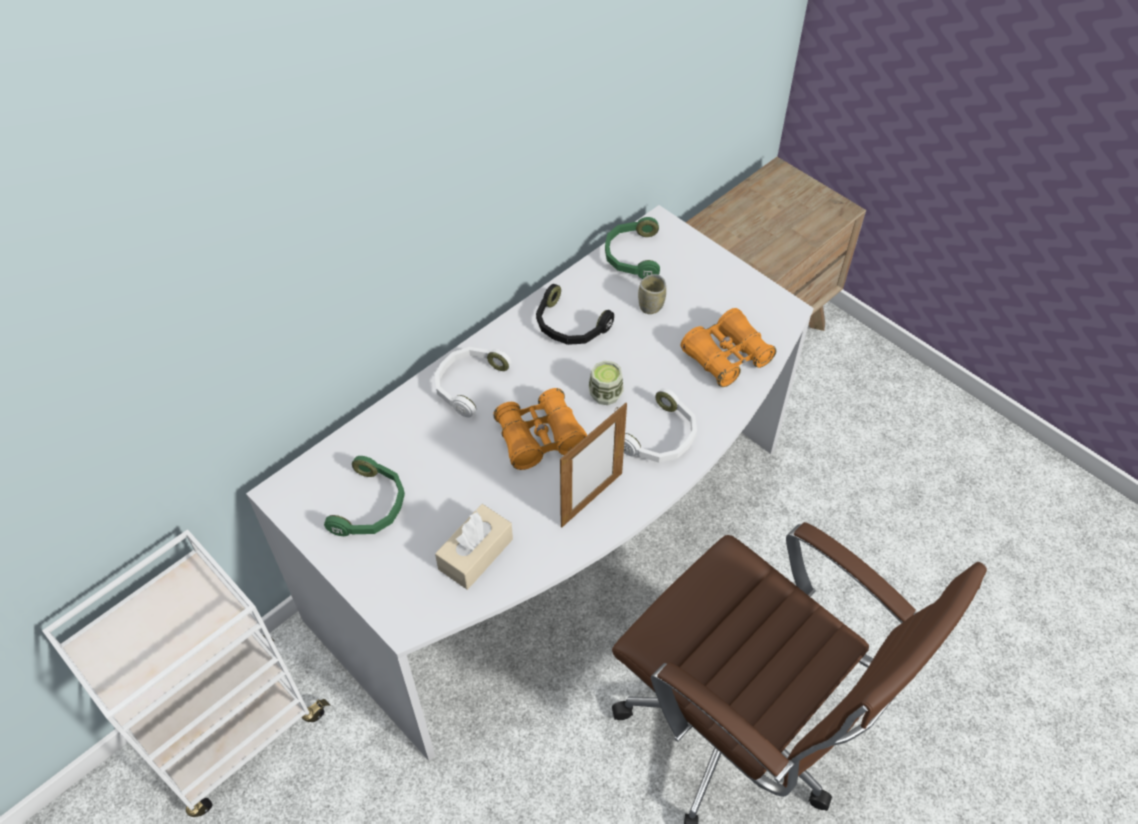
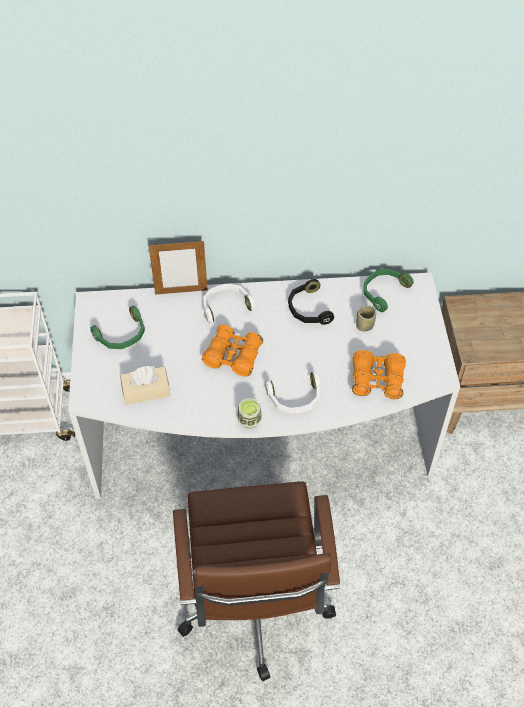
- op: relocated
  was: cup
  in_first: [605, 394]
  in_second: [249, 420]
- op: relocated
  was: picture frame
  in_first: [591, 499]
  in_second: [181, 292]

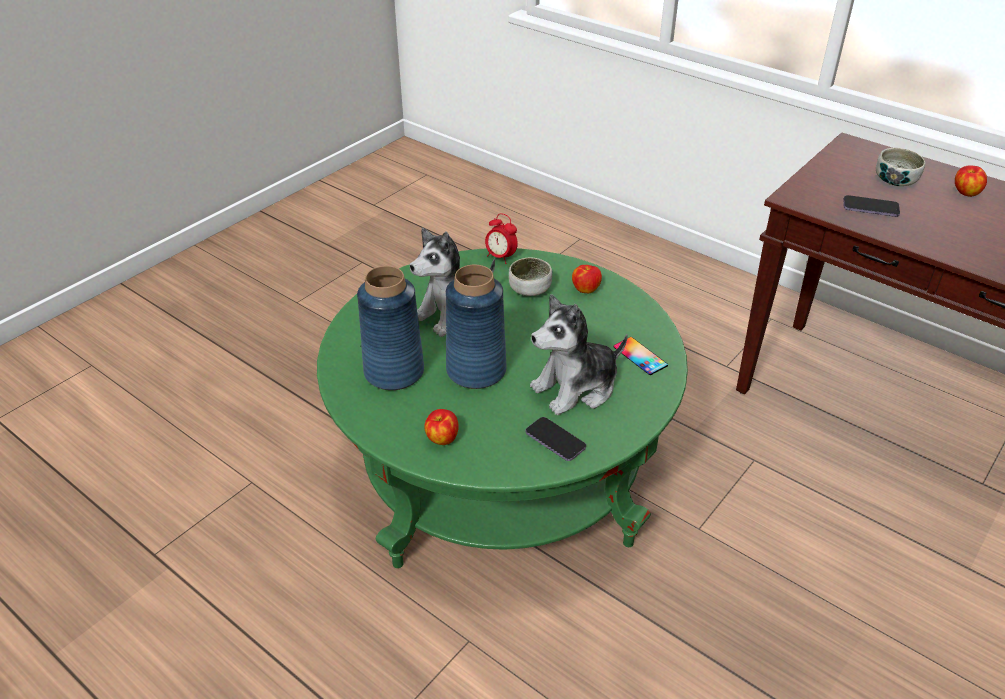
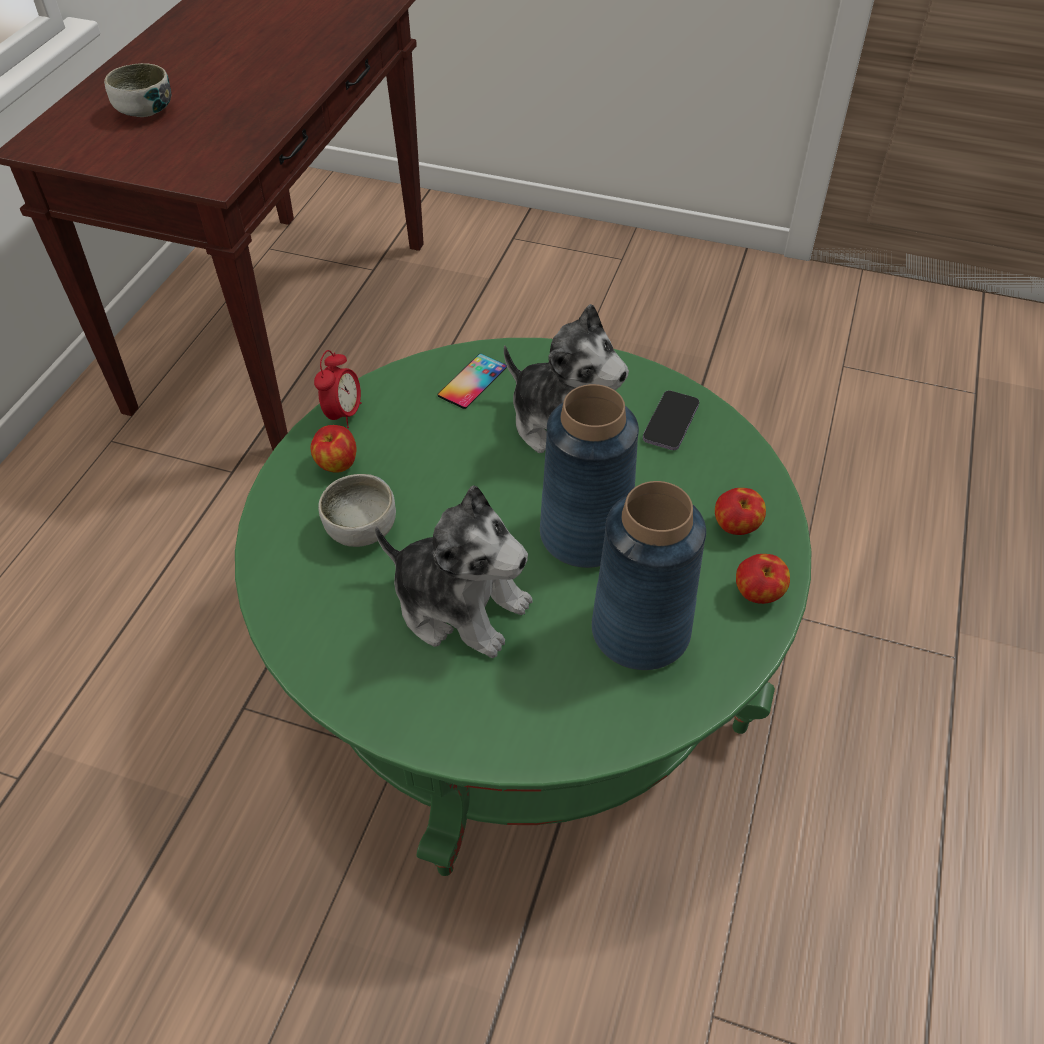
- op: relocated
  was: apple fruit
  in_first: [965, 193]
  in_second: [758, 594]
- op: missing
  was: phone
  in_first: [870, 208]
- op: relocated
  was: table clock
  in_first: [500, 257]
  in_second: [343, 414]

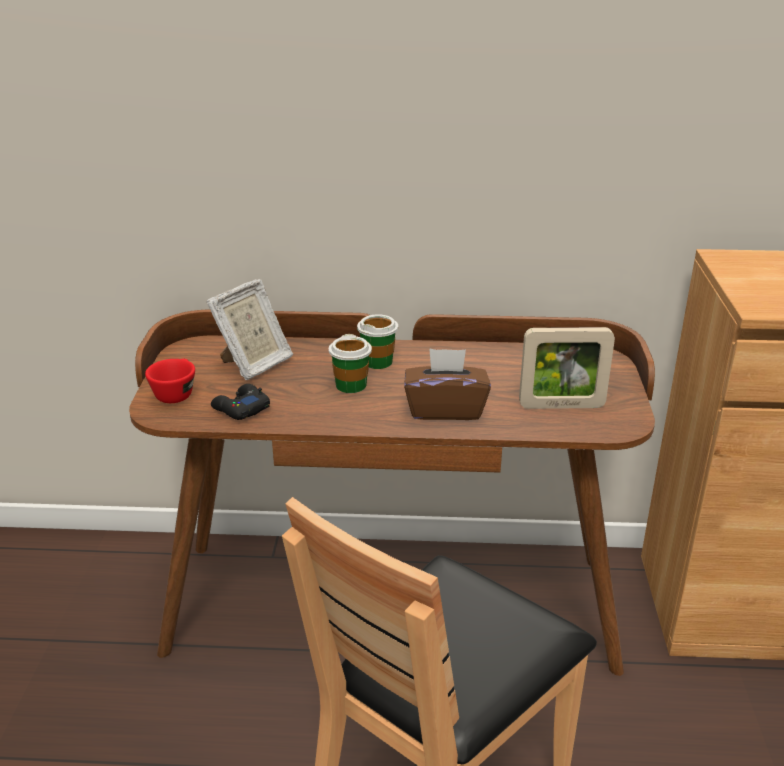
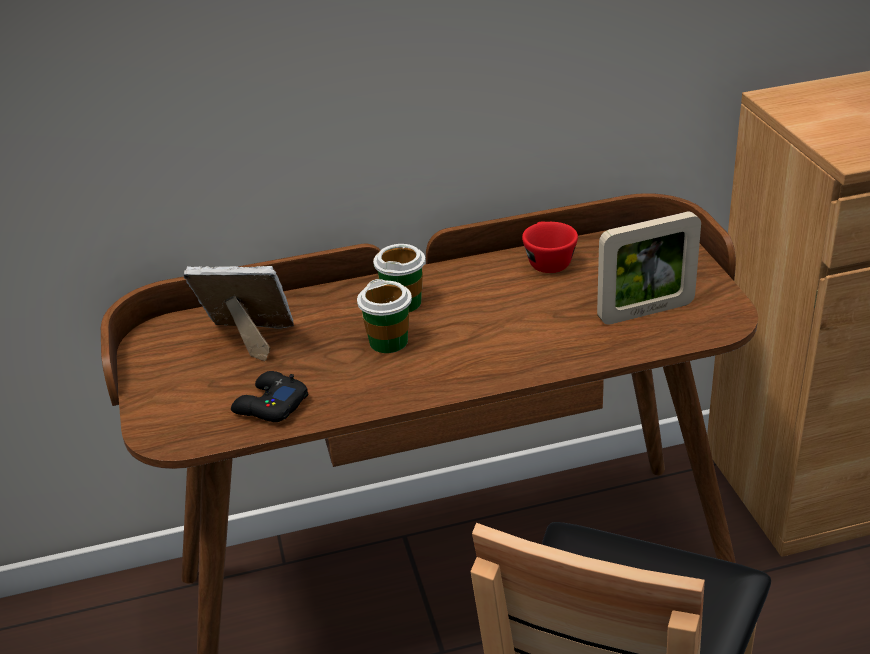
- op: spun
  was: picture frame
  in_first: [254, 364]
  in_second: [251, 341]
  clockwise: -105
- op: missing
  was: brownish tissue box
  in_first: [445, 409]
- op: relocated
  was: reddish cup
  in_first: [175, 393]
  in_second: [547, 261]

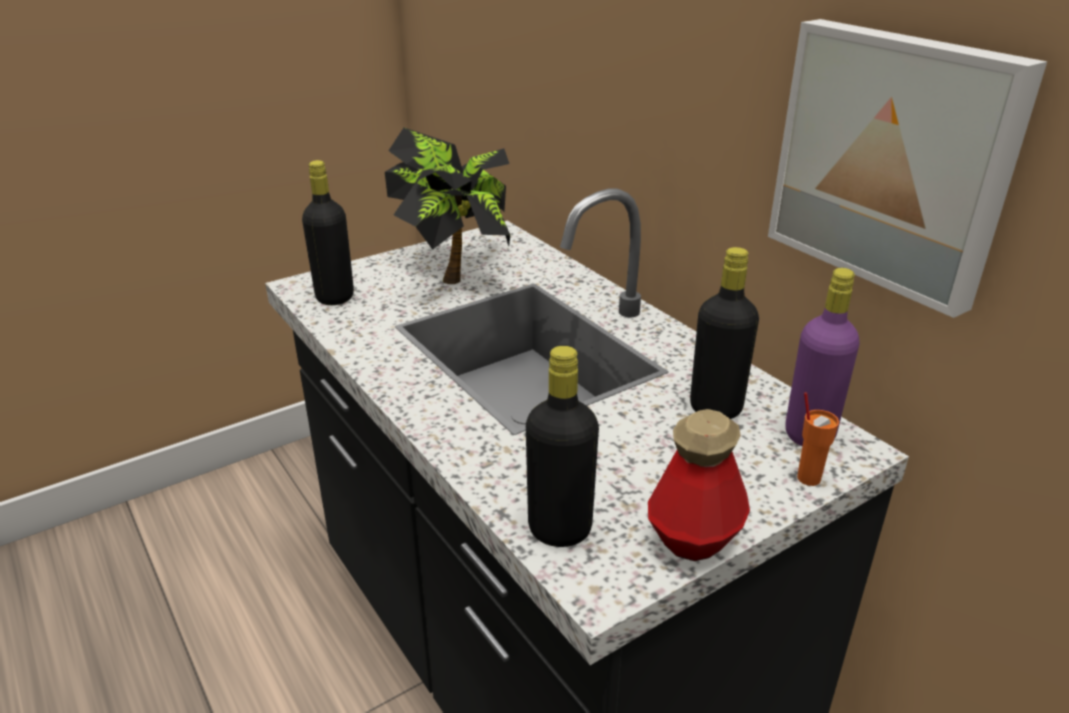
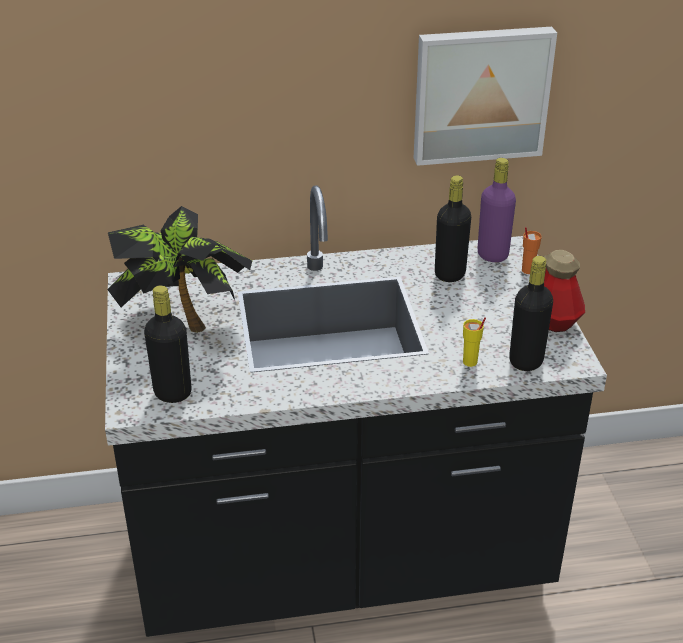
- op: appeared
  now: yellowish cup
  in_second: [470, 362]

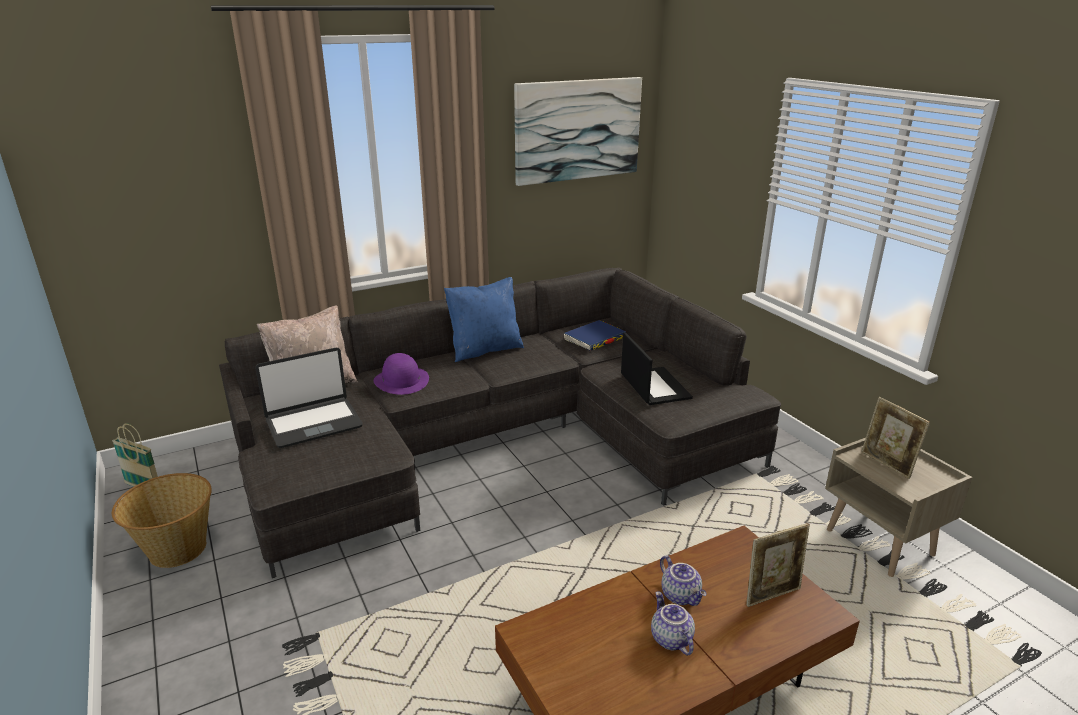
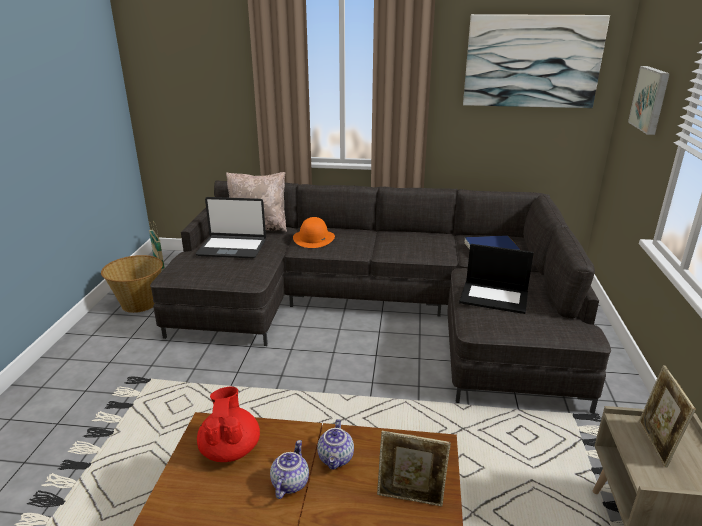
- op: missing
  was: blue-coloured pillow
  in_first: [485, 350]
- op: spun
  was: laptop
  in_first: [654, 386]
  in_second: [495, 297]
  clockwise: 90
- op: colour
  was: purple-coloured hat
  now: orangey hat
  in_first: [401, 381]
  in_second: [314, 238]
- op: appeared
  now: picture
  in_second: [651, 99]
- op: appeared
  now: reddish teapot
  in_second: [230, 449]

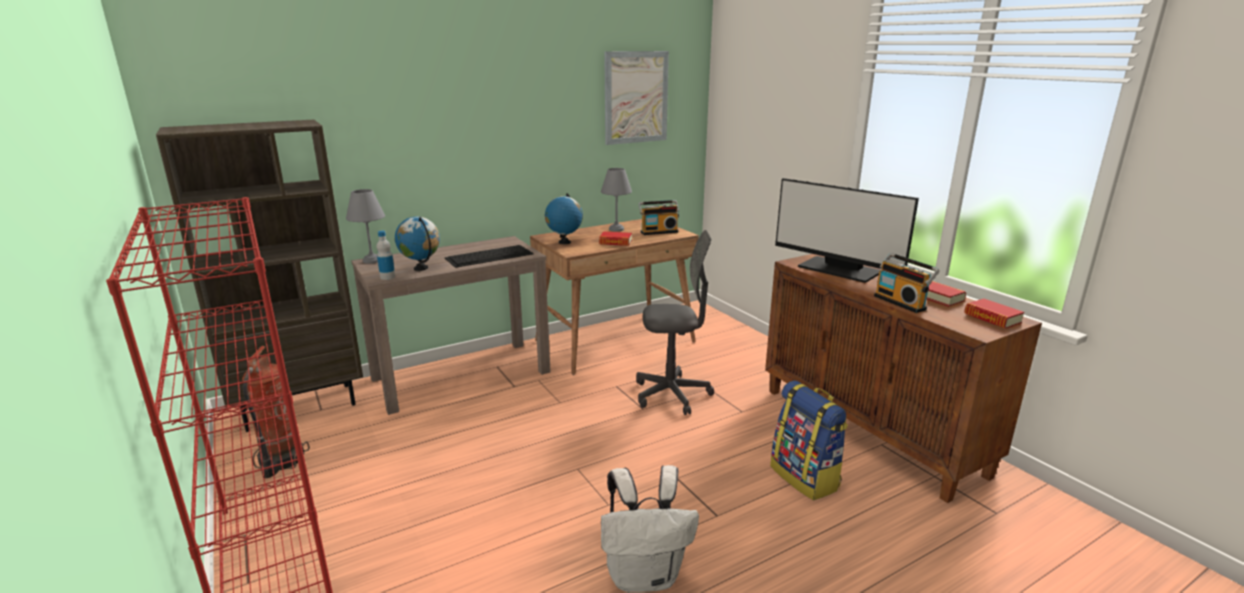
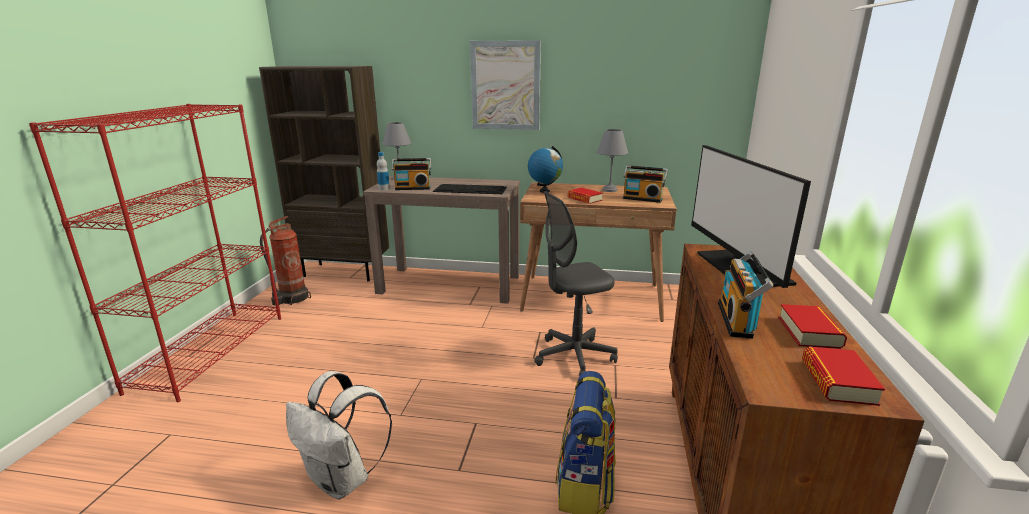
- op: relocated
  was: picture
  in_first: [636, 97]
  in_second: [505, 86]
- op: exchanged
  was: world globe
  now: radio receiver
  in_first: [421, 268]
  in_second: [413, 188]
- op: spun
  was: grey desk chair
  in_first: [672, 394]
  in_second: [574, 356]
  clockwise: 120

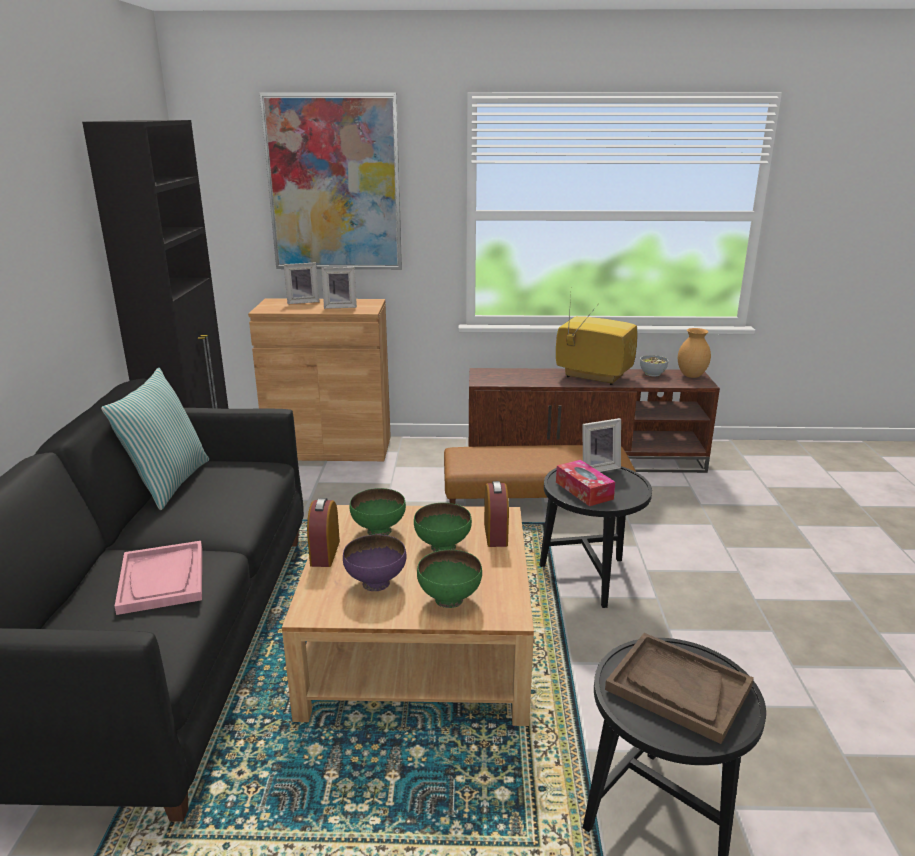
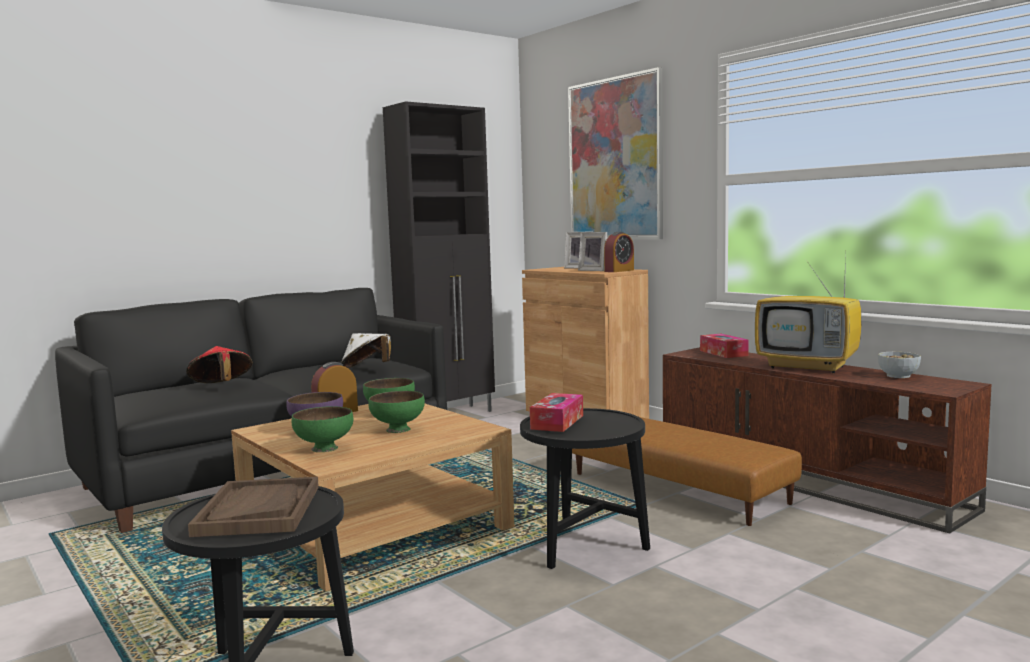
- op: spun
  was: TV set
  in_first: [591, 377]
  in_second: [809, 367]
  clockwise: 135
- op: missing
  was: brownish decorative vase
  in_first: [692, 376]
- op: missing
  was: pillow
  in_first: [168, 483]
- op: missing
  was: picture frame
  in_first: [597, 468]
- op: relocated
  was: table clock
  in_first: [495, 534]
  in_second: [619, 271]
- op: exchanged
  was: pink-coloured tray
  now: reddish hat
  in_first: [162, 579]
  in_second: [221, 386]
- op: appeared
  now: white hat
  in_second: [366, 369]
- op: appeared
  now: tissue box
  in_second: [723, 353]

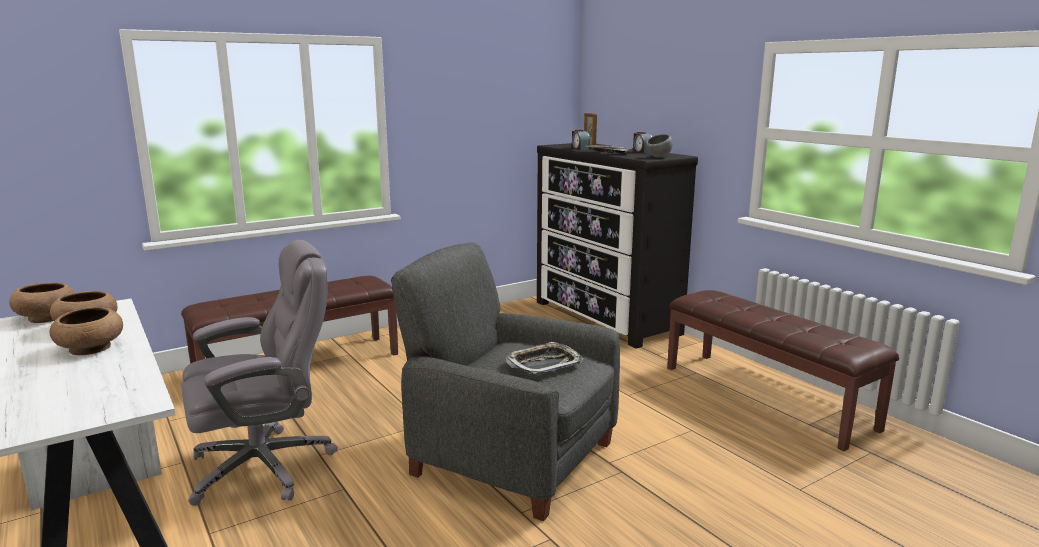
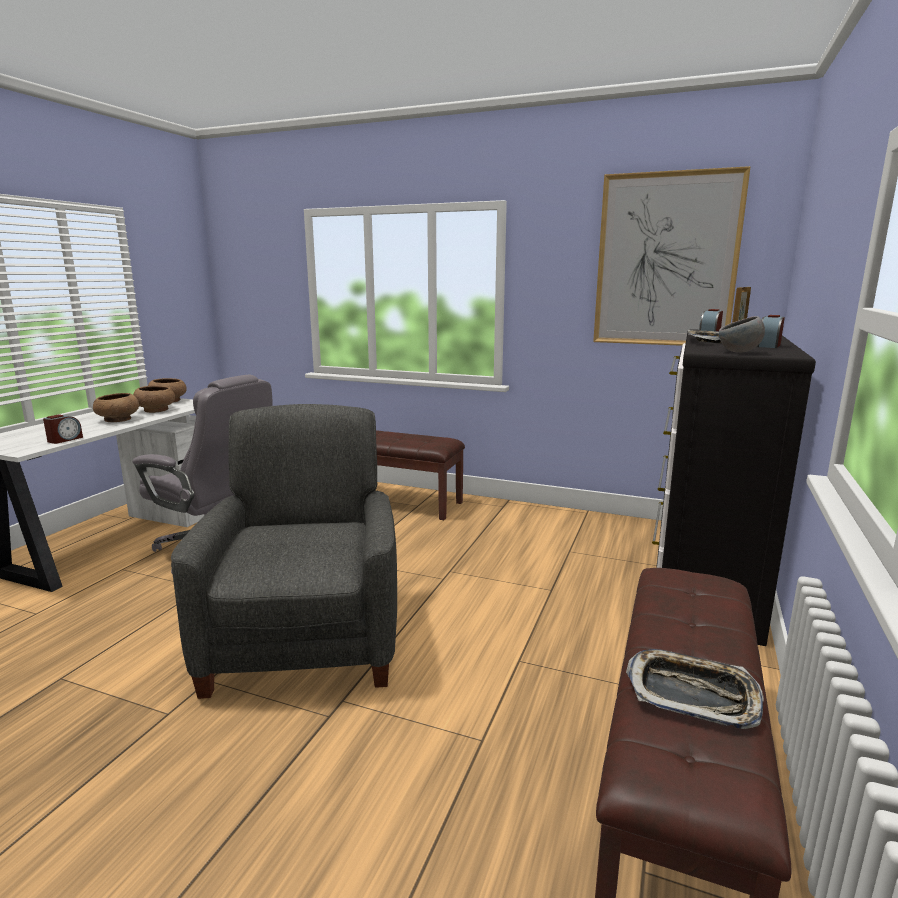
- op: relocated
  was: tray
  in_first: [544, 364]
  in_second: [692, 694]
- op: appeared
  now: picture
  in_second: [666, 260]
- op: appeared
  now: table clock
  in_second: [65, 439]

